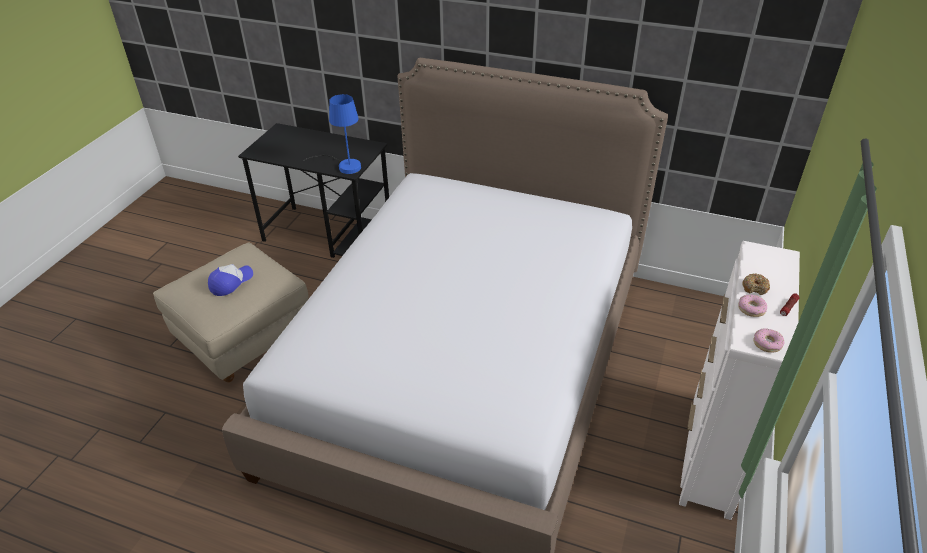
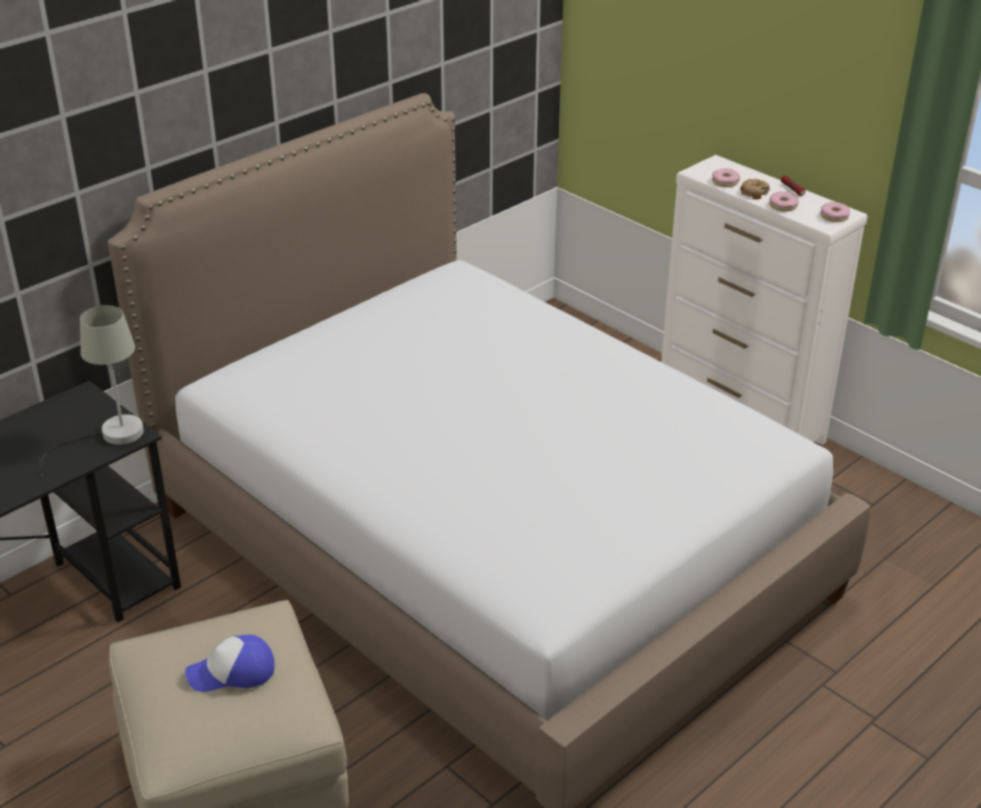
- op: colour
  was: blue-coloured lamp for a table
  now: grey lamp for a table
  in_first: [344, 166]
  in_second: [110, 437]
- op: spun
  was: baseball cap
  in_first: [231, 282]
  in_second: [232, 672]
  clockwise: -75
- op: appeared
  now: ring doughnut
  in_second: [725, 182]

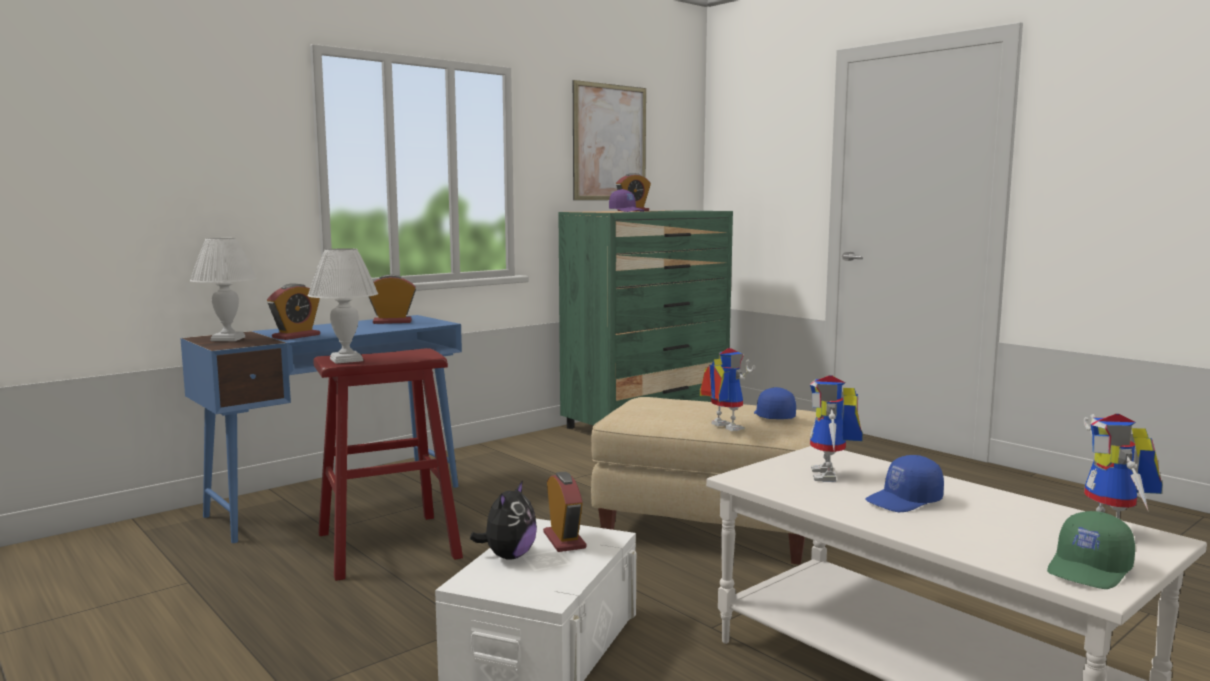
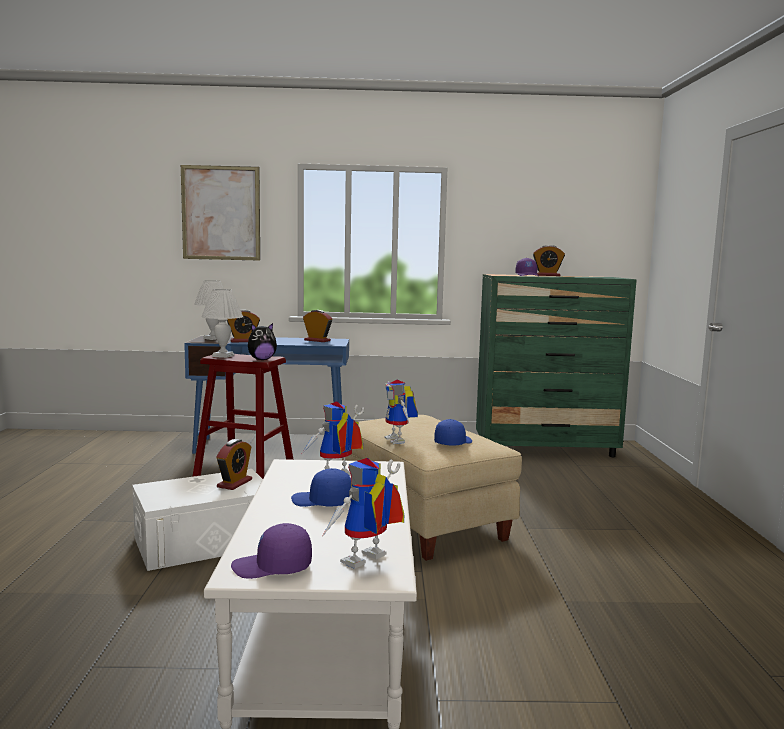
- op: relocated
  was: picture
  in_first: [610, 142]
  in_second: [221, 213]
- op: spun
  was: robot figure
  in_first: [721, 427]
  in_second: [399, 440]
  clockwise: 150
- op: relocated
  was: cuddly toy
  in_first: [508, 556]
  in_second: [261, 359]
- op: colour
  was: green-coloured baseball cap
  now: purple-coloured baseball cap
  in_first: [1090, 570]
  in_second: [272, 568]

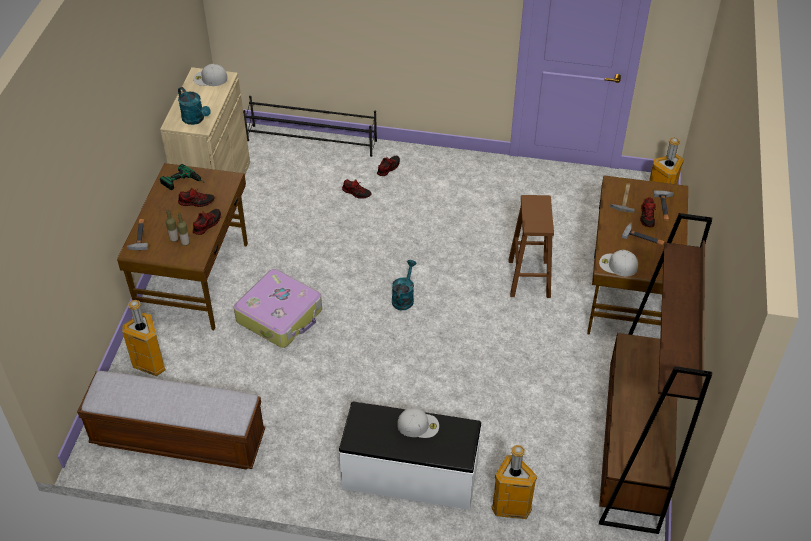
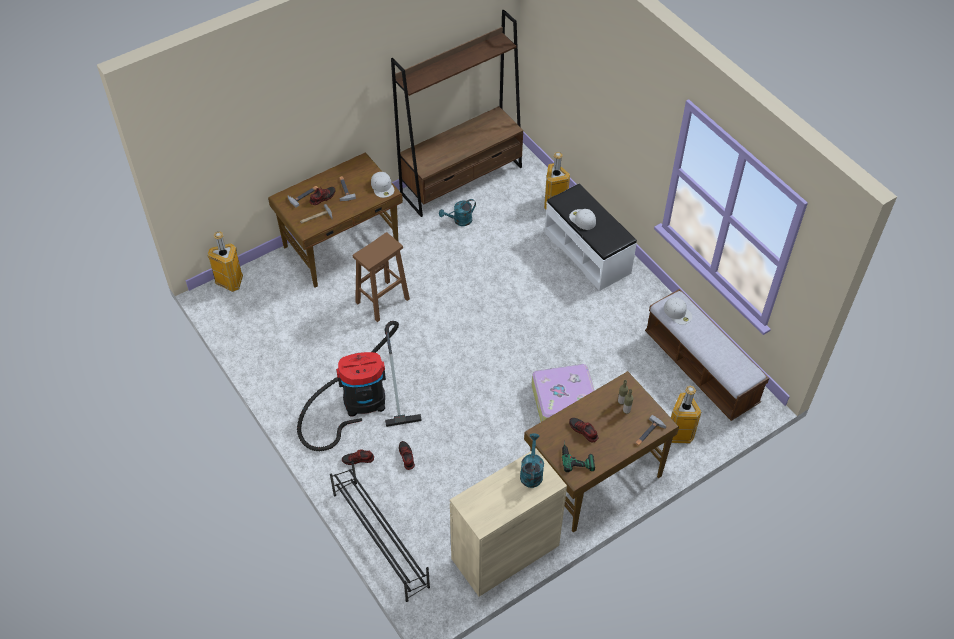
- op: relocated
  was: white baseball cap
  in_first: [210, 78]
  in_second: [678, 312]
- op: missing
  was: low shoe
  in_first: [207, 224]
- op: relocated
  was: turquoise sprinkling can
  in_first: [404, 297]
  in_second: [459, 221]
- op: appeared
  now: hoover
  in_second: [359, 402]

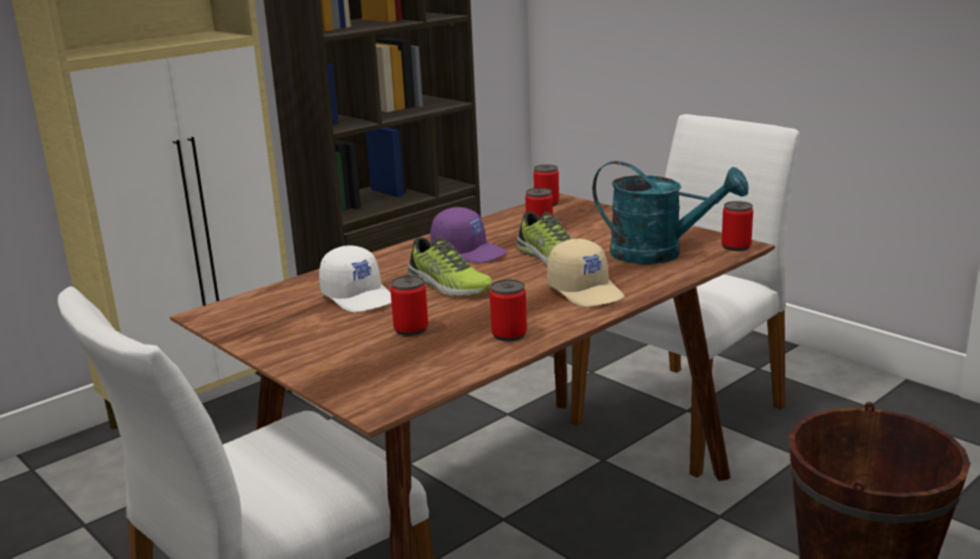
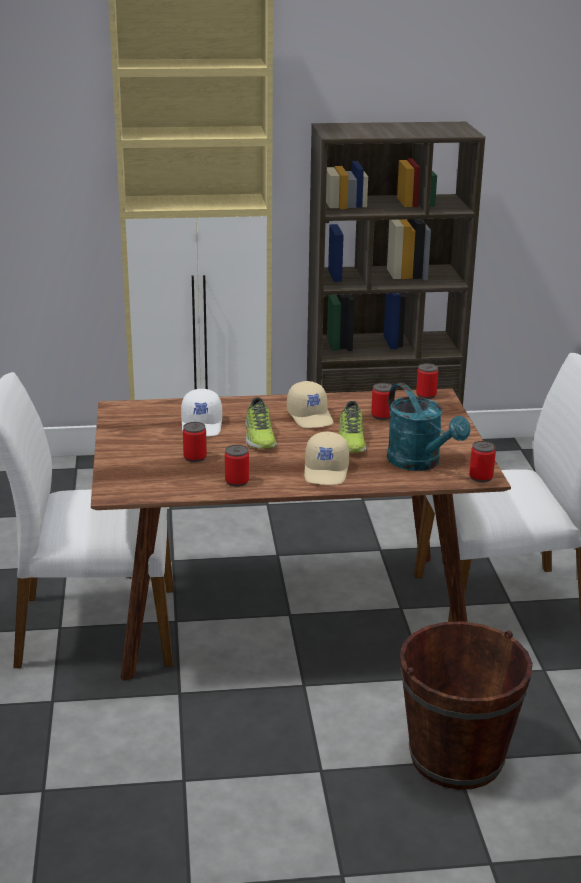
- op: colour
  was: purple-coloured baseball cap
  now: beige-coloured baseball cap
  in_first: [469, 252]
  in_second: [311, 417]

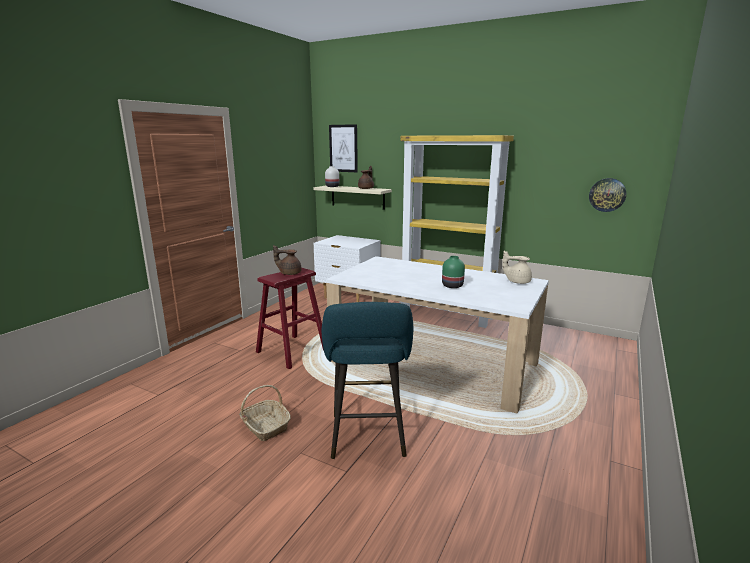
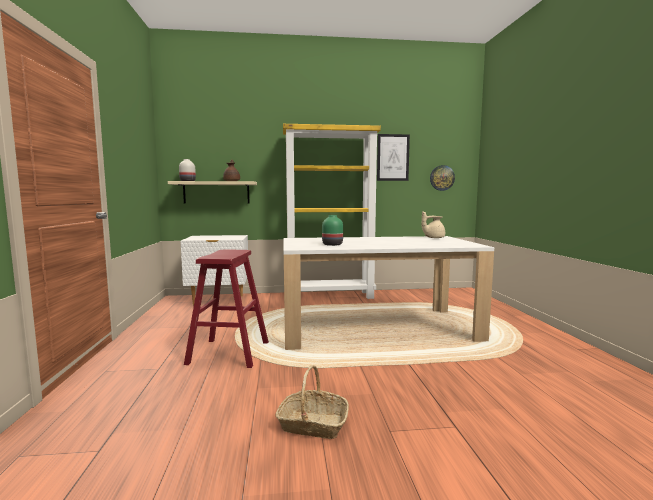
- op: relocated
  was: picture
  in_first: [343, 148]
  in_second: [393, 157]
- op: missing
  was: brownish teapot
  in_first: [289, 273]
- op: relocated
  was: green-coloured decorative vase
  in_first: [452, 286]
  in_second: [332, 244]
- op: missing
  was: turquoise stool seat
  in_first: [368, 438]

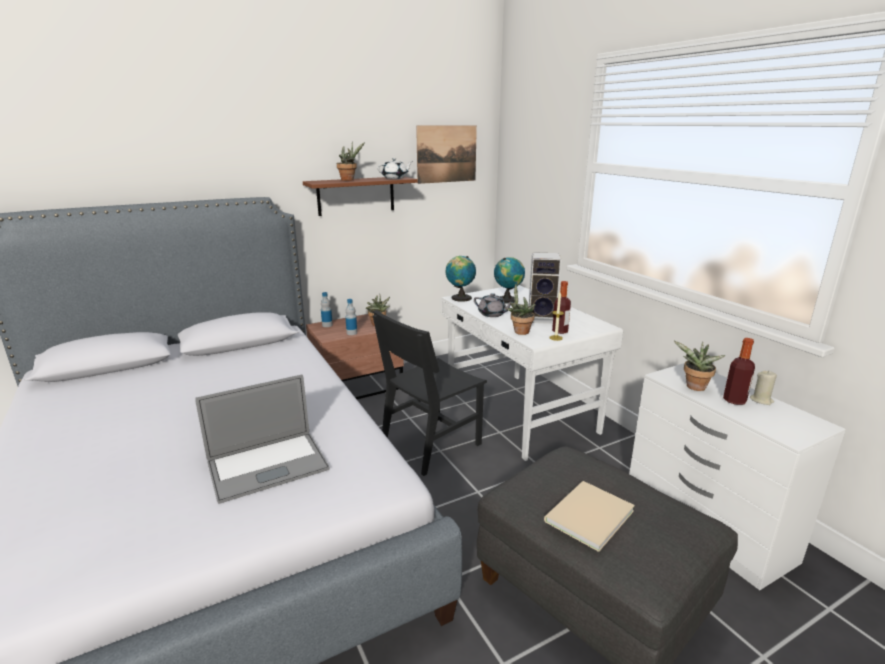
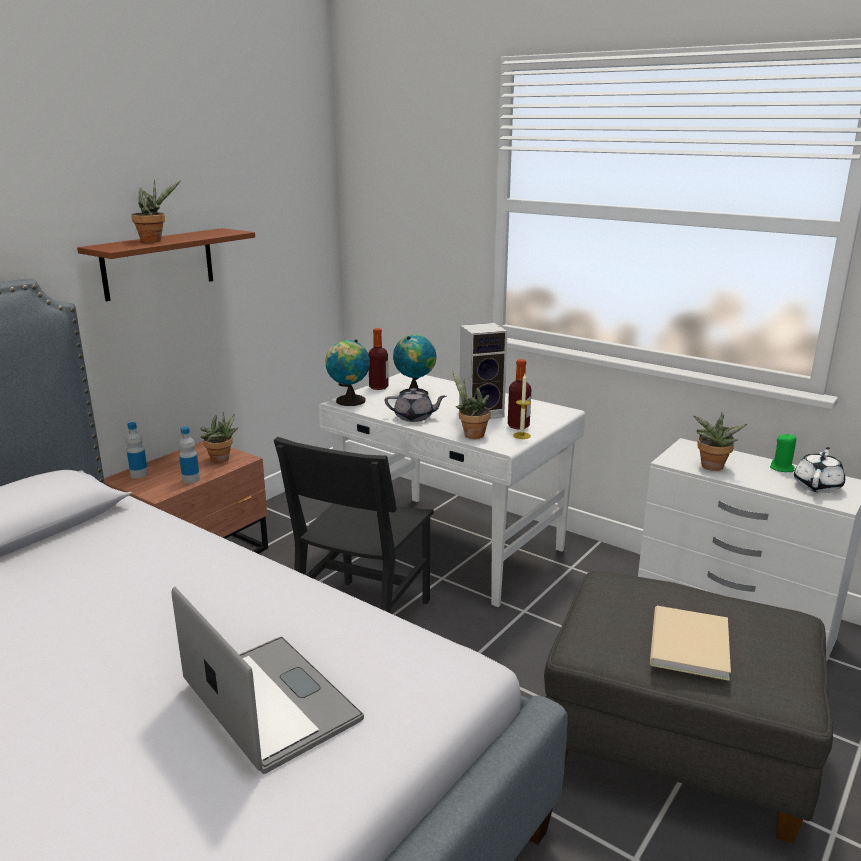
- op: missing
  was: picture
  in_first: [446, 154]
- op: relocated
  was: white teapot
  in_first: [395, 178]
  in_second: [817, 486]
- op: relocated
  was: beverage bottle
  in_first: [734, 400]
  in_second: [378, 387]
- op: colour
  was: beige-coloured wax candle
  now: green-coloured wax candle
  in_first: [761, 400]
  in_second: [782, 468]
- op: spun
  was: laptop
  in_first: [268, 466]
  in_second: [270, 701]
  clockwise: -75

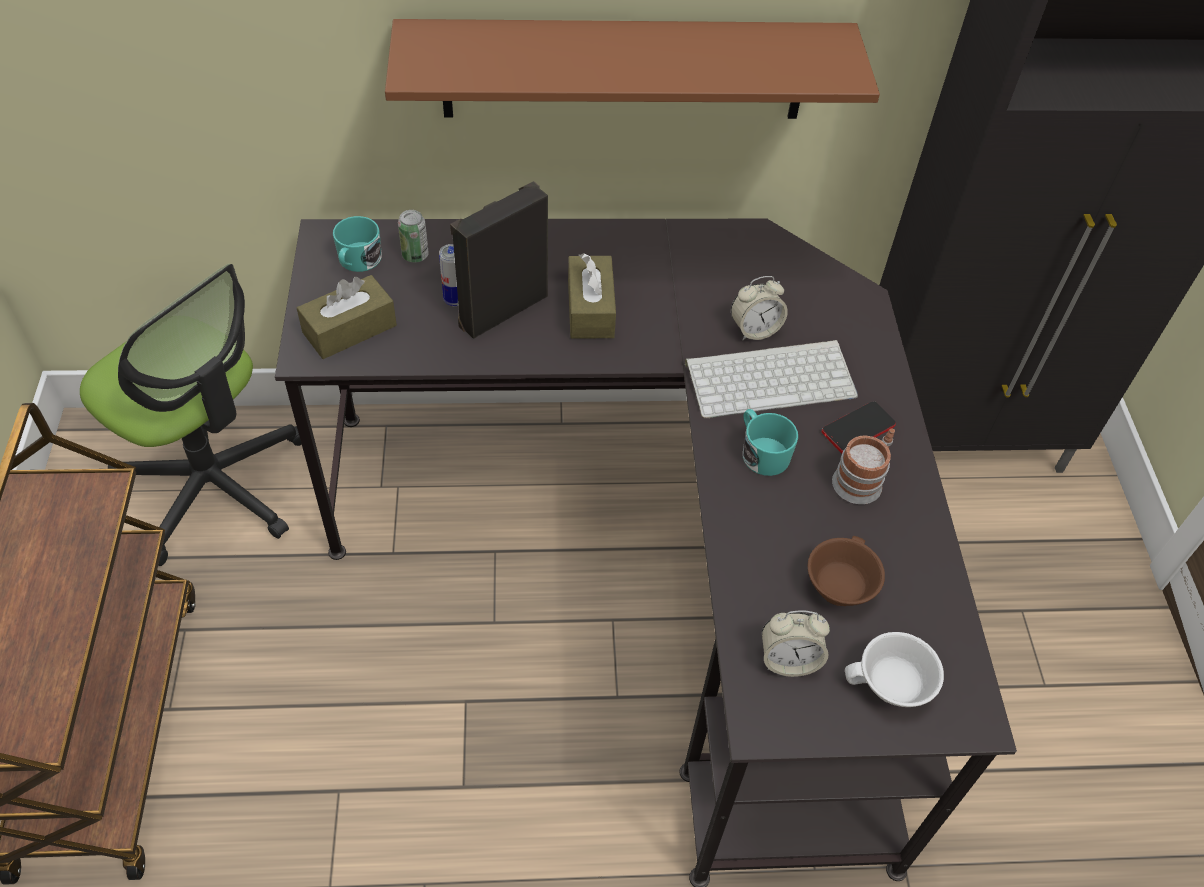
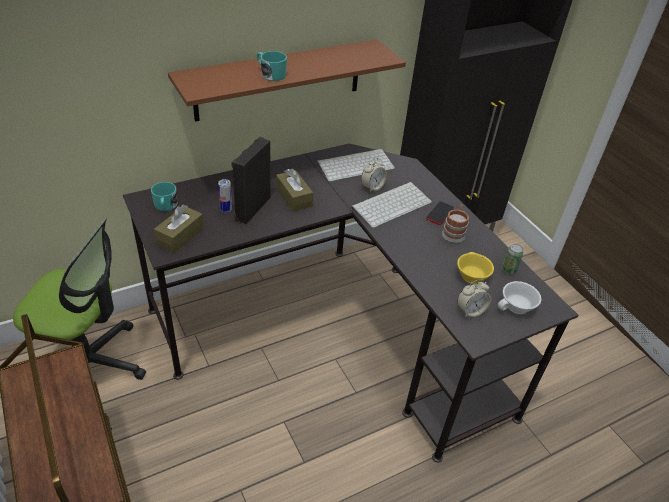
- op: relocated
  was: can
  in_first: [415, 255]
  in_second: [509, 269]
- op: relocated
  was: turquoise mug
  in_first: [761, 452]
  in_second: [270, 74]
- op: colour
  was: brownish cup
  now: yellowish cup
  in_first: [837, 583]
  in_second: [470, 275]
- op: appeared
  now: keyboard
  in_second: [356, 165]

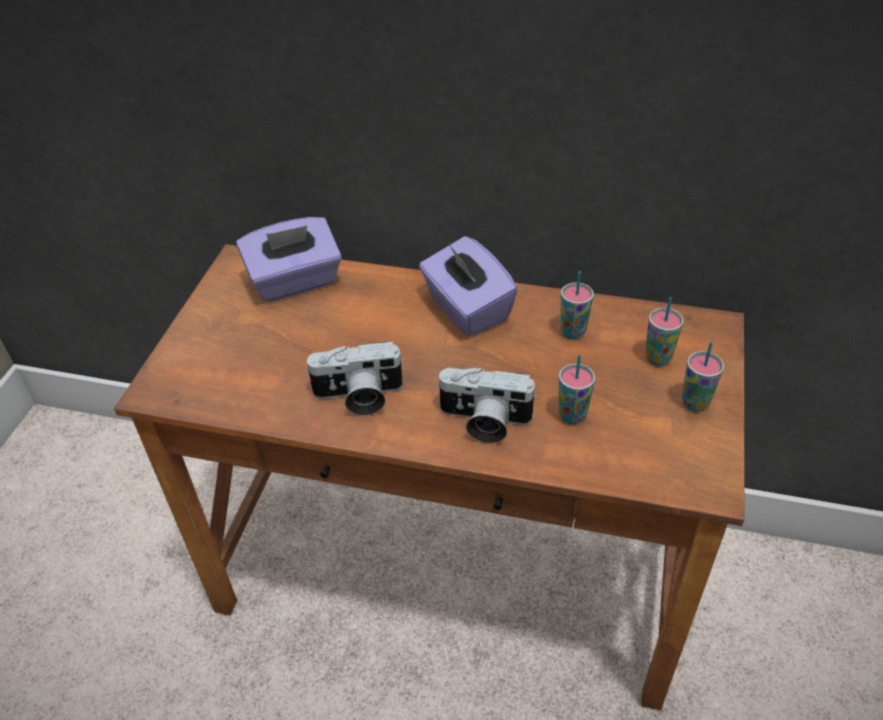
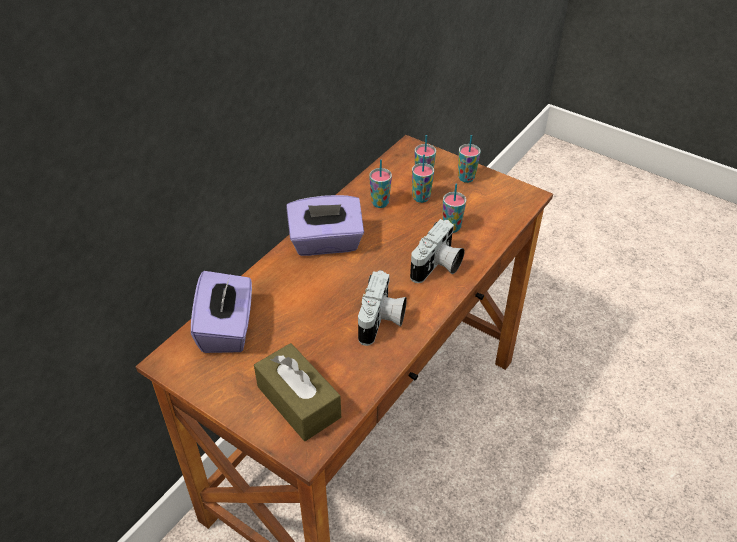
- op: appeared
  now: cup
  in_second: [421, 198]
- op: appeared
  now: brownish tissue box
  in_second: [298, 401]

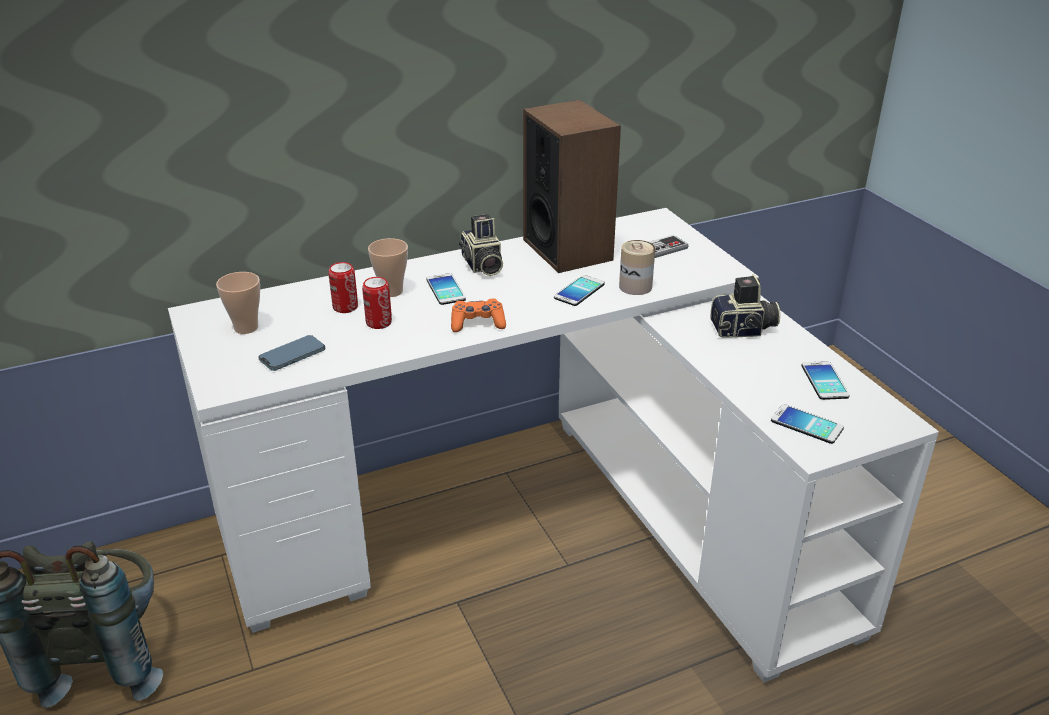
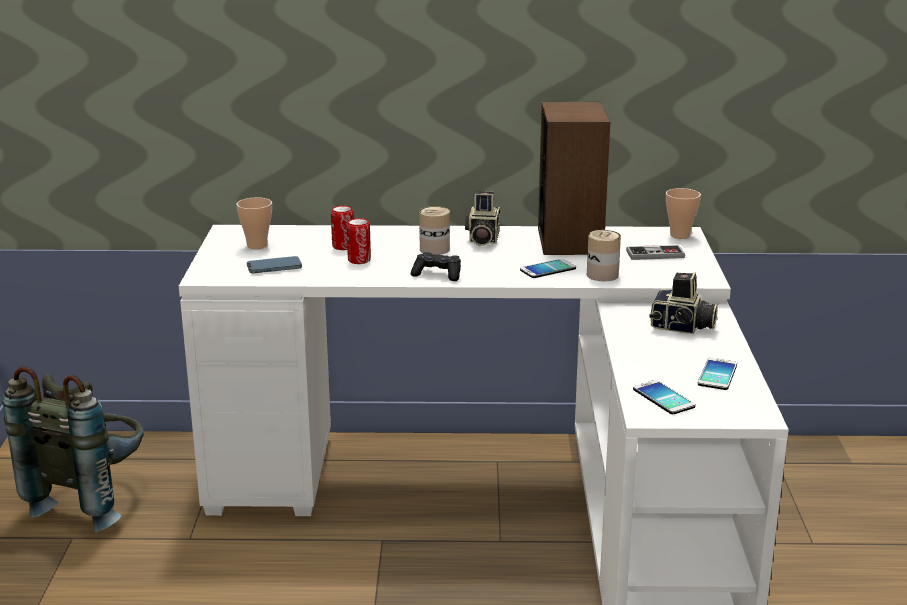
- op: relocated
  was: cup
  in_first: [391, 291]
  in_second: [680, 235]
- op: exchanged
  was: phone
  now: can
  in_first: [445, 290]
  in_second: [434, 249]
- op: colour
  was: orangey joypad
  now: black joypad
  in_first: [477, 323]
  in_second: [437, 274]

